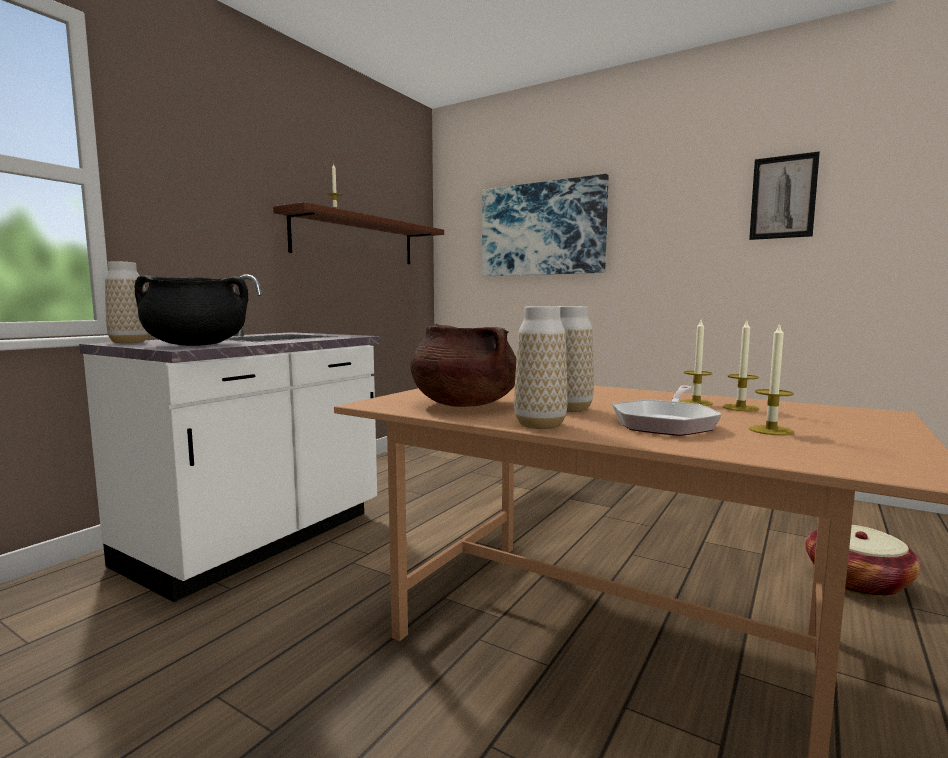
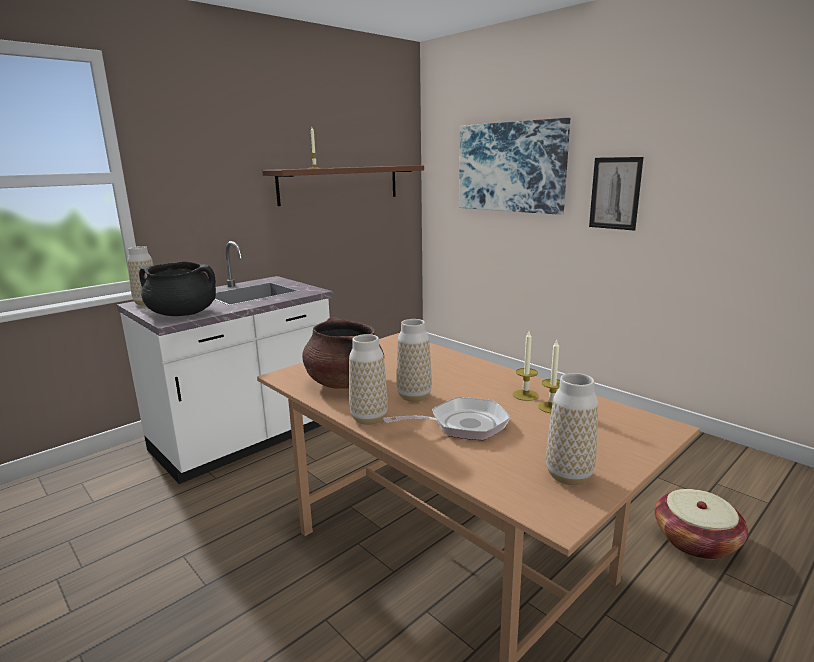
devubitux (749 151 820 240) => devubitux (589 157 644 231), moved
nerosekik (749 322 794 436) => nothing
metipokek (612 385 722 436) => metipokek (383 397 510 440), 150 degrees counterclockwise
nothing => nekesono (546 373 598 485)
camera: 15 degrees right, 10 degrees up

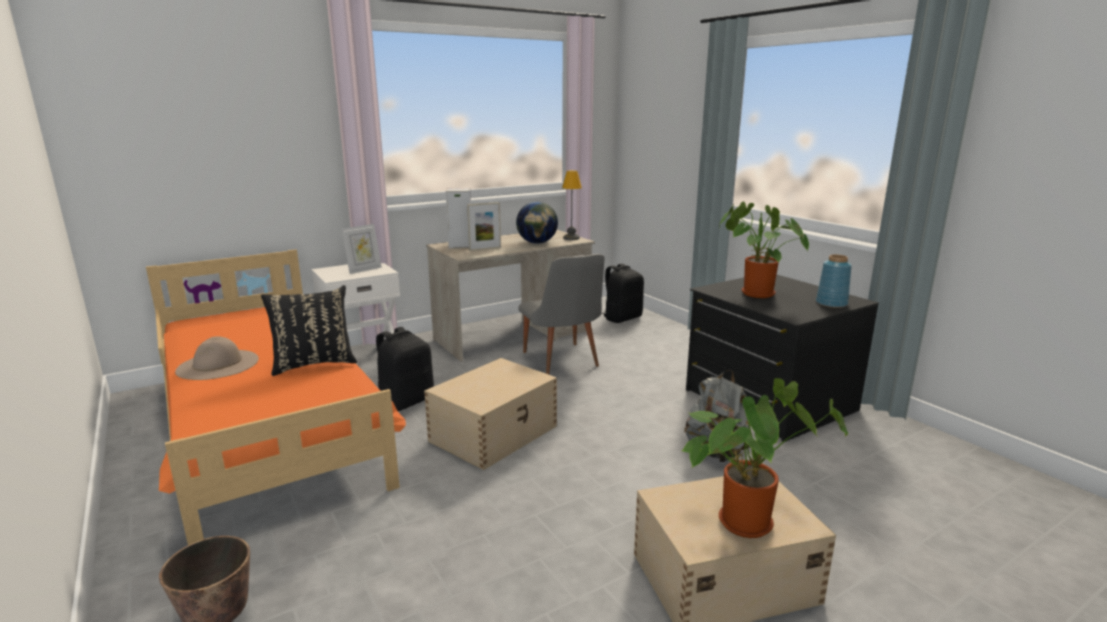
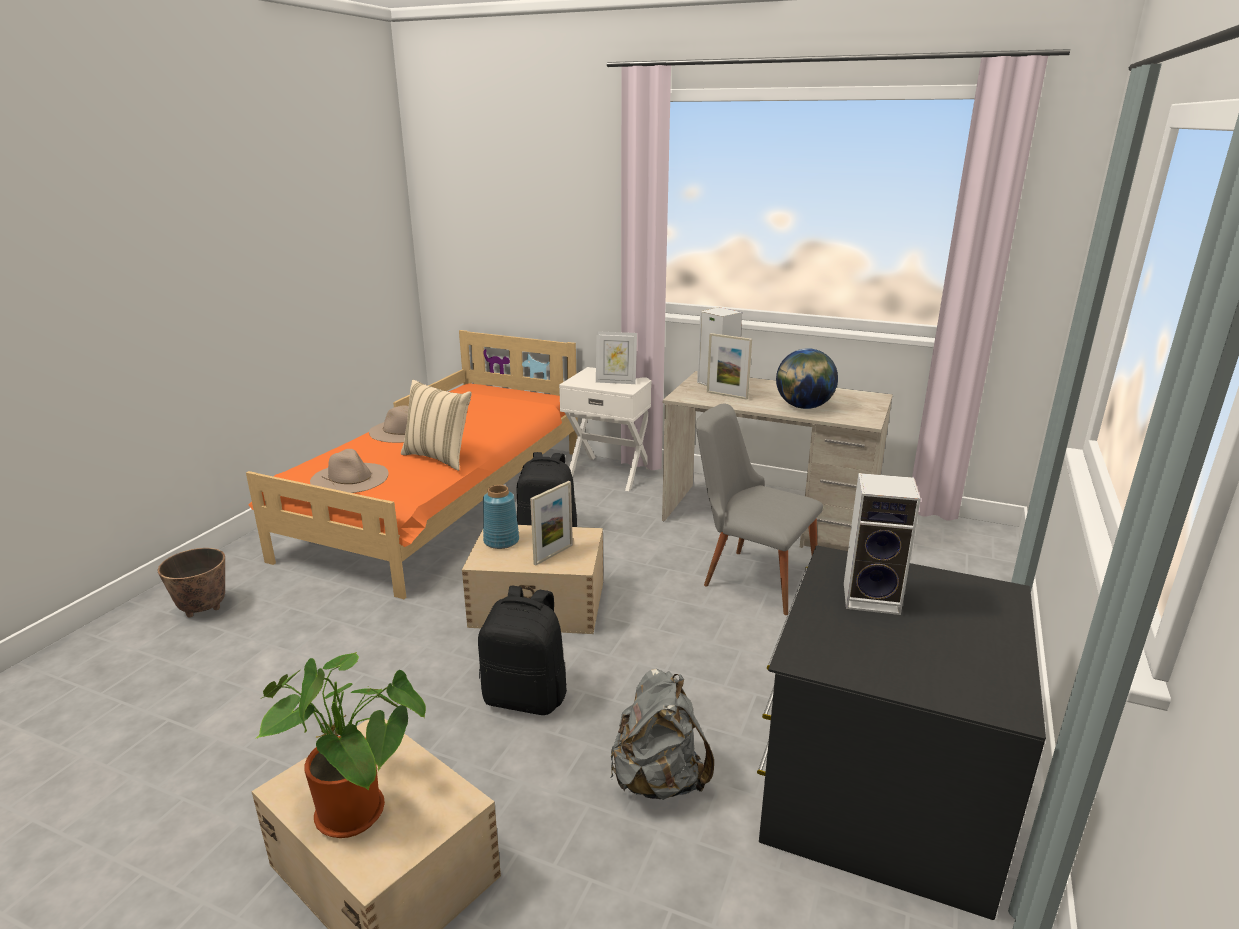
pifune (562 170 582 240) => nothing
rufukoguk (719 201 809 298) => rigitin (844 473 921 615)
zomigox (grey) (518 254 604 375) => zomigox (grey) (696 404 823 615), 90 degrees clockwise
nekesono (blue) (816 255 852 308) => nekesono (blue) (483 485 519 549), moved
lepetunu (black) (601 264 644 323) => lepetunu (black) (478 586 567 715), moved
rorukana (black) (261 285 357 376) => rorukana (beige) (401 380 472 471)
nothing => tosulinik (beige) (310 449 389 493)
nothing => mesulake (530 481 573 565)
camera: 55 degrees right, 5 degrees up

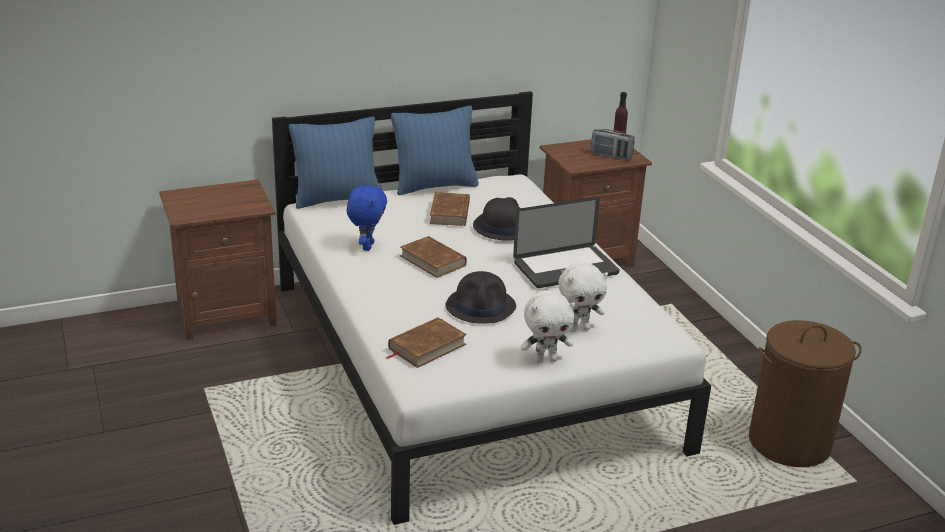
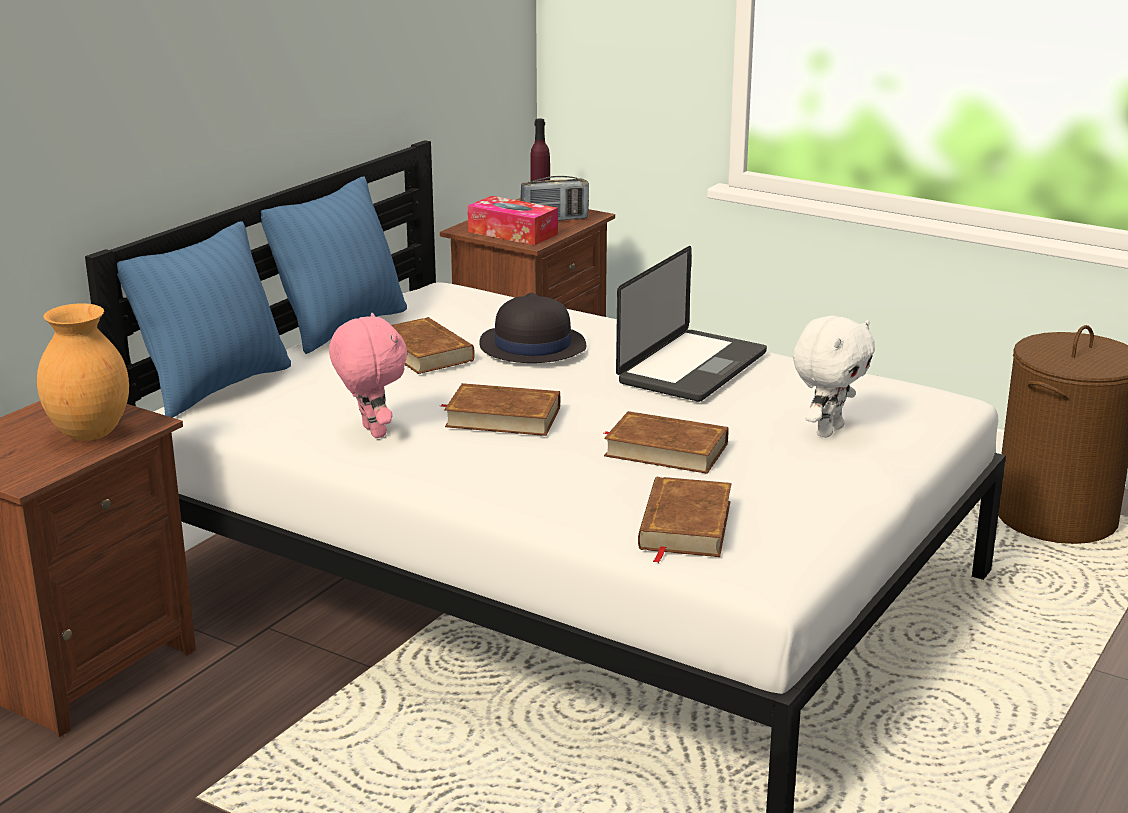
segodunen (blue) (347 185 387 251) => segodunen (pink) (329 313 407 438)
tosulinik (black) (445 271 516 324) => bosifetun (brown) (604 411 728 474)
segodunen (white) (520 290 575 363) => nothing
nothing => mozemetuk (467 196 558 245)
nothing => nekesono (brown) (37 303 129 441)
camera: 35 degrees left, 5 degrees down

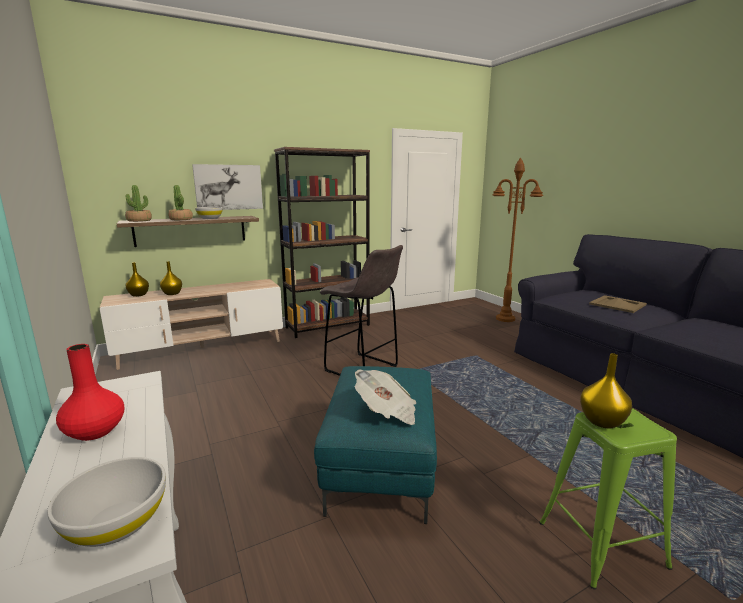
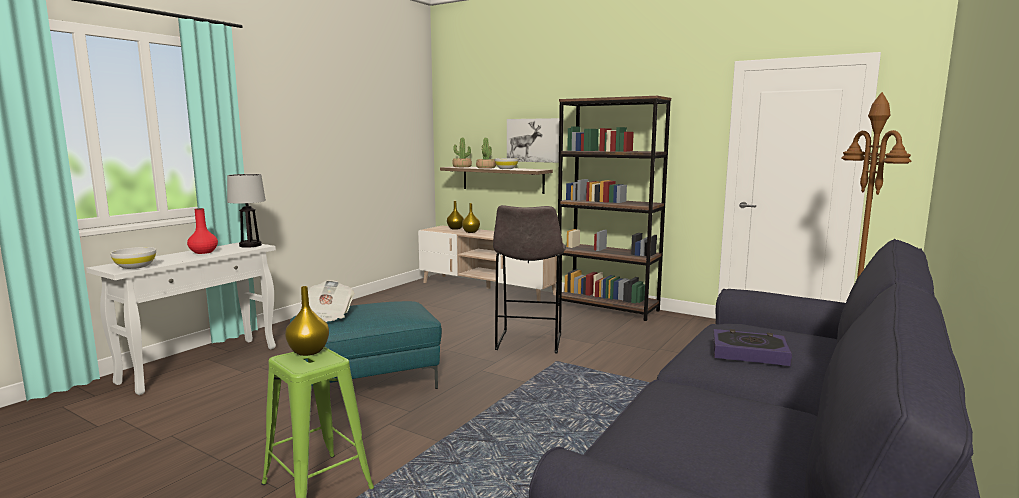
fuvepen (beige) (589 295 647 313) => bosifetun (713 329 792 366)
nothing => pifune (227 174 266 248)
camera: 60 degrees right, 5 degrees down

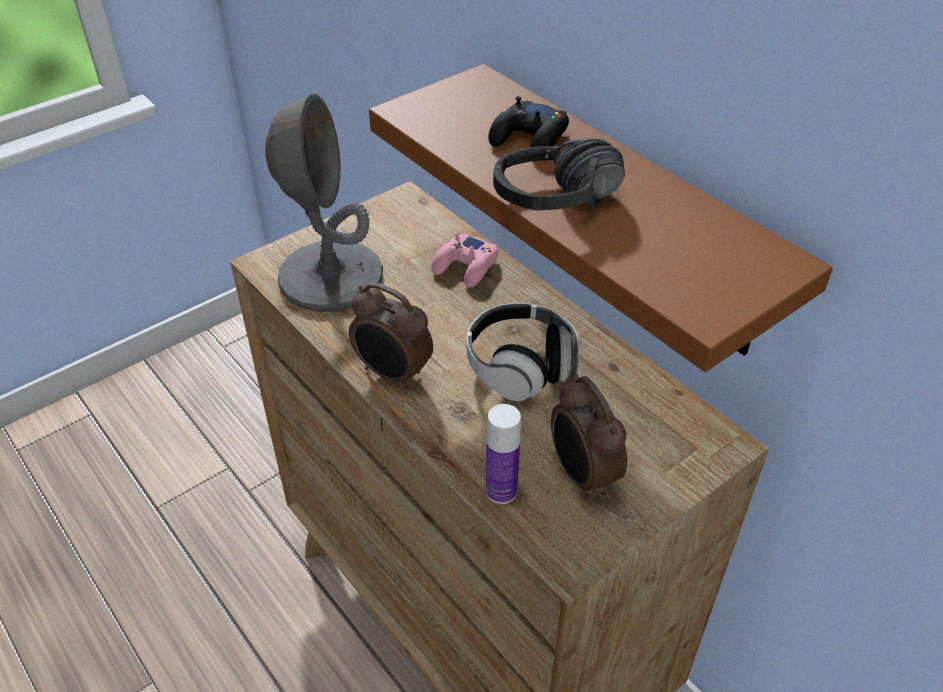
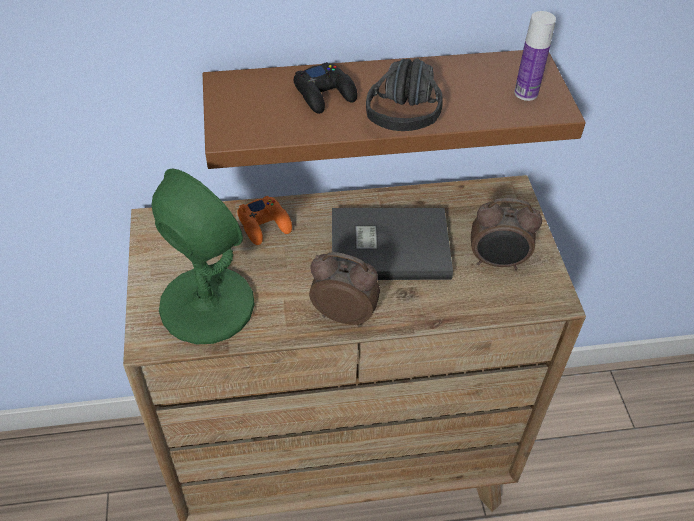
pifune (grey) (265 94 383 312) => pifune (green) (151 168 255 345)
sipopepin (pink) (431 232 499 288) => sipopepin (orange) (237 196 292 245)
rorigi (349 282 433 390) => rorigi (309 252 380 327), 135 degrees counterclockwise
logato (467 303 579 401) => bosifetun (grey) (332 208 453 280)
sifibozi (486 404 521 504) => sifibozi (514 11 556 101), moved
camera: 60 degrees left, 5 degrees up

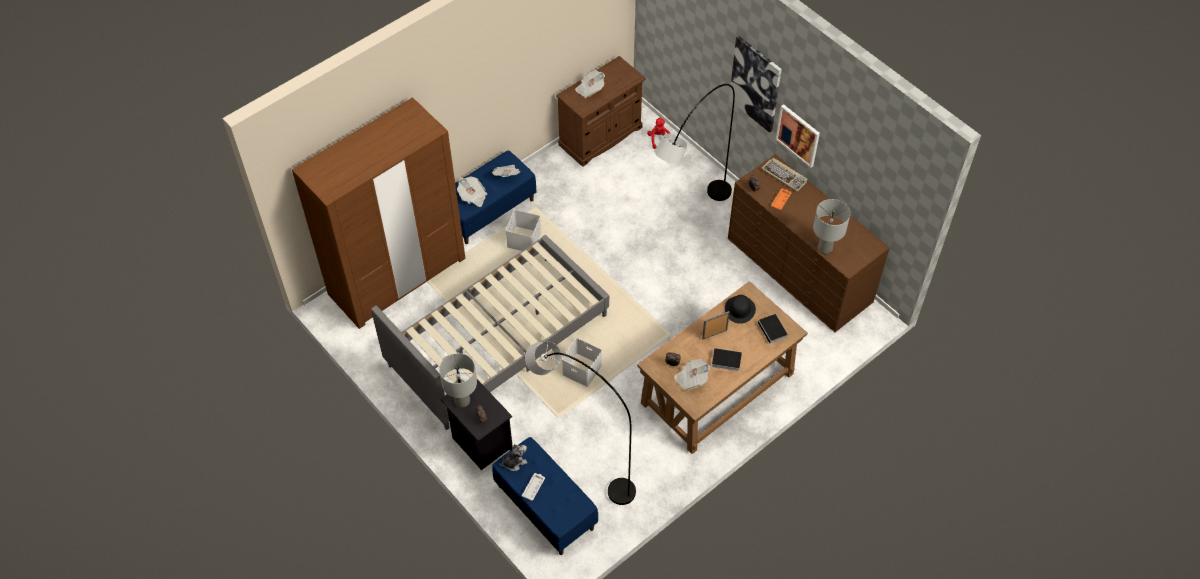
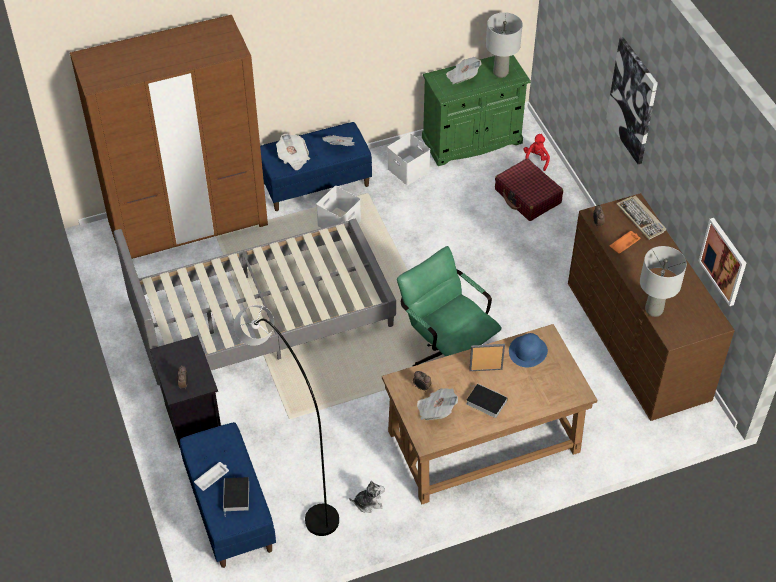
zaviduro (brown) (556 56 646 167) => zaviduro (green) (422 55 531 166)
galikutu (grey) (654 84 735 201) => nothing
devubitux (776 104 820 168) => devubitux (698 218 746 306), moved
tosulinik (black) (725 295 756 324) => tosulinik (blue) (509 333 548 367)
bosifetun (758 314 788 348) => bosifetun (223 477 249 514), moved
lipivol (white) (562 338 602 387) => lipivol (white) (387 133 430 186), moved
pifune (grey) (439 353 477 408) => pifune (grey) (486 12 523 78), moved
segodunen (499 444 528 471) => segodunen (349 481 385 513), moved
nothing => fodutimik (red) (495 158 563 221)
nothing => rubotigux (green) (397 246 502 367)
camera: 20 degrees right, 5 degrees down

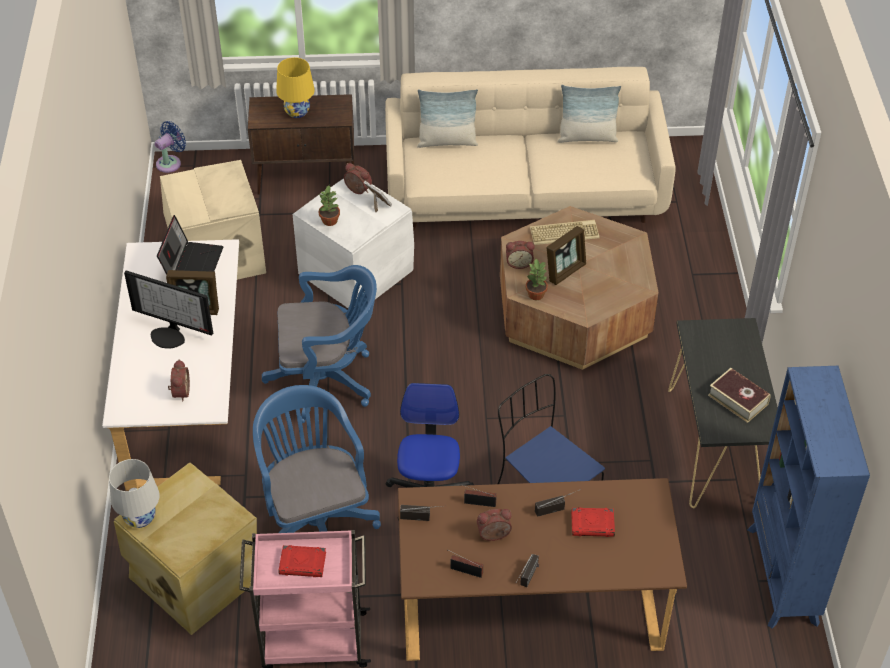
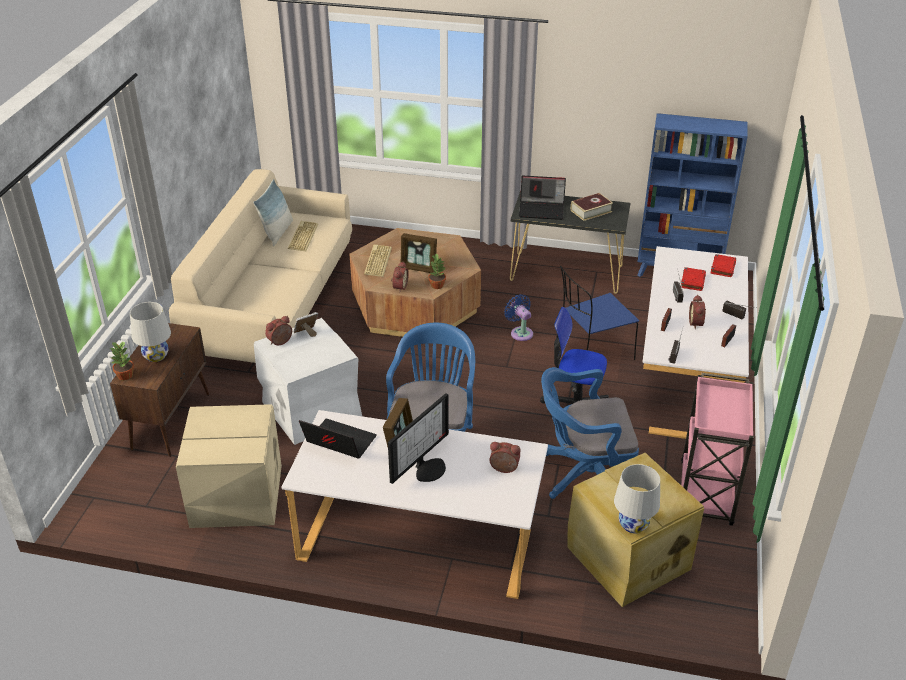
pifune (yellow) (276 57 315 118) => pifune (white) (130 302 171 362)
rorukana (417 89 478 148) => nothing
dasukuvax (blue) (154 121 186 173) => dasukuvax (blue) (504 294 533 341), moved
rufukoguk (319 186 340 226) => rufukoguk (110 342 134 380), moved
mesulake (547 226 586 285) => mesulake (401 233 437 273), 135 degrees clockwise
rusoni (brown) (398 478 687 661) => rusoni (white) (642 246 749 439)
bosifetun (red) (279 545 326 577) => bosifetun (red) (710 254 736 277), moved
nothing => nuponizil (519 176 566 220)
nothing => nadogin (288 221 318 251)
camera: 75 degrees left, 10 degrees down

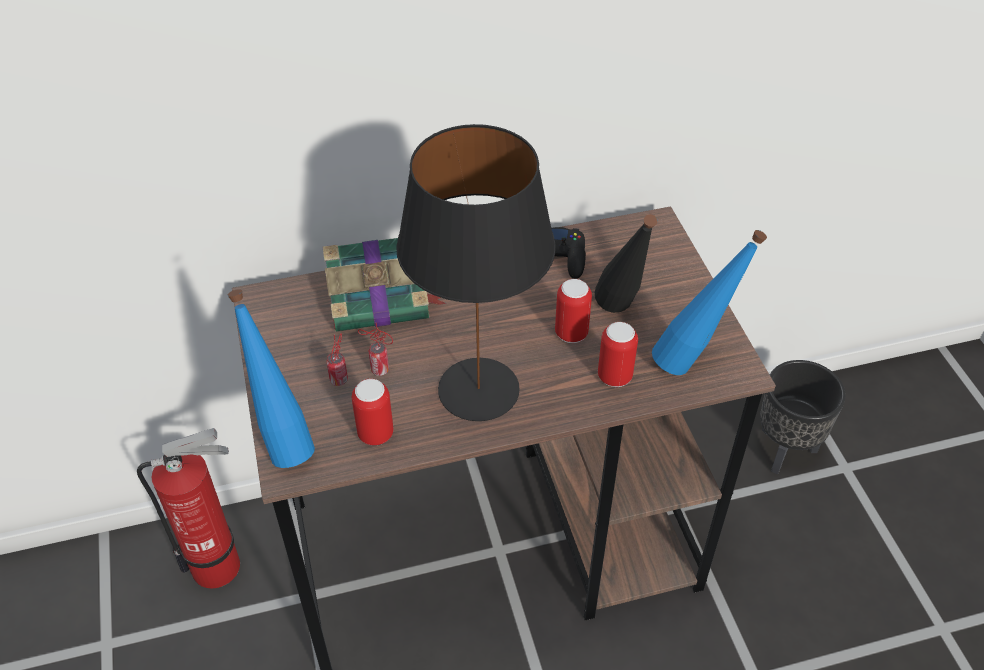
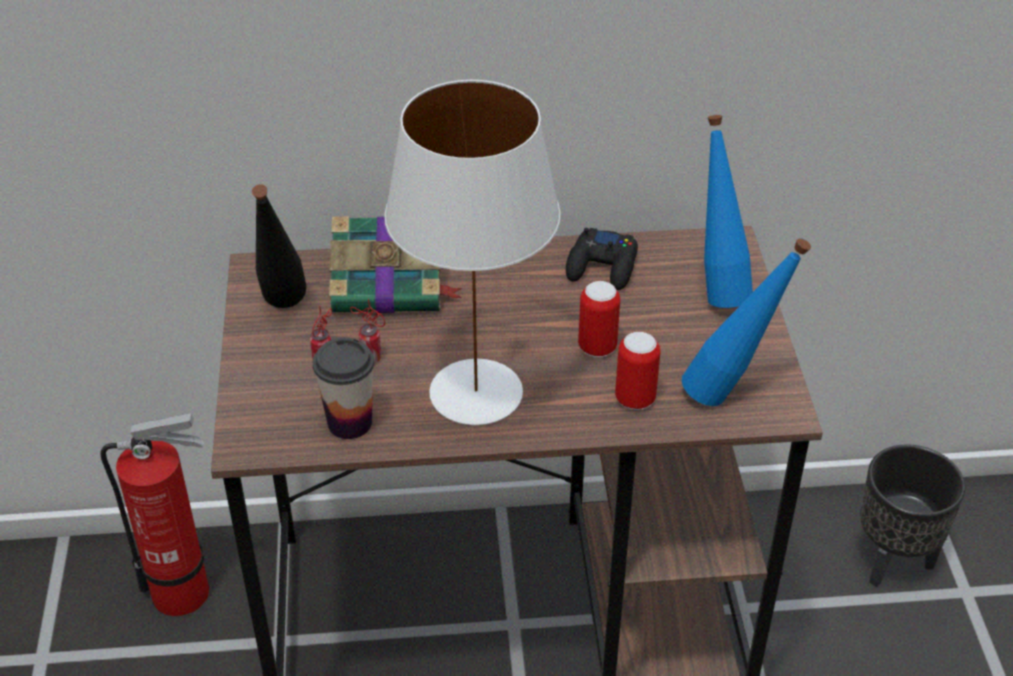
pifune (black) (396 124 556 421) => pifune (white) (384 80 561 425)
sifibozi (black) (595 214 658 313) => sifibozi (black) (252 184 307 308), moved
sifibozi (blue) (228 289 315 468) => sifibozi (blue) (704 115 753 308), moved
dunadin (352 379 393 445) => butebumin (313 338 374 439)
camera: 10 degrees right, 5 degrees down

